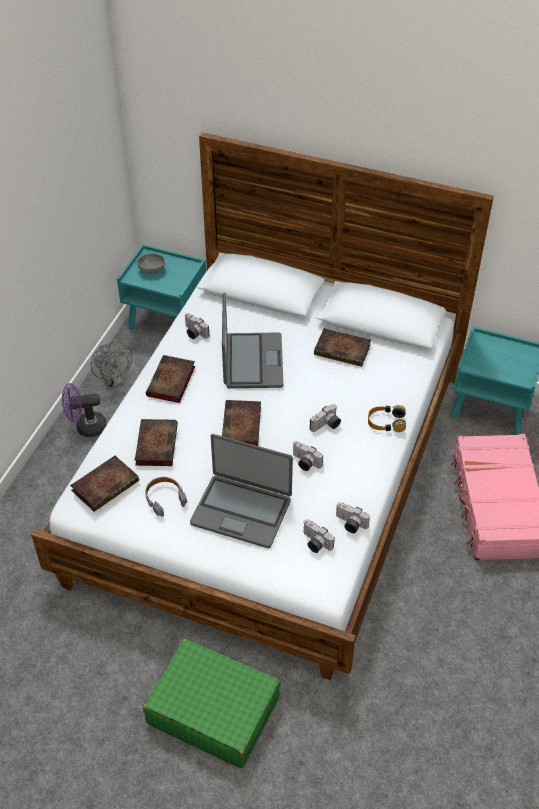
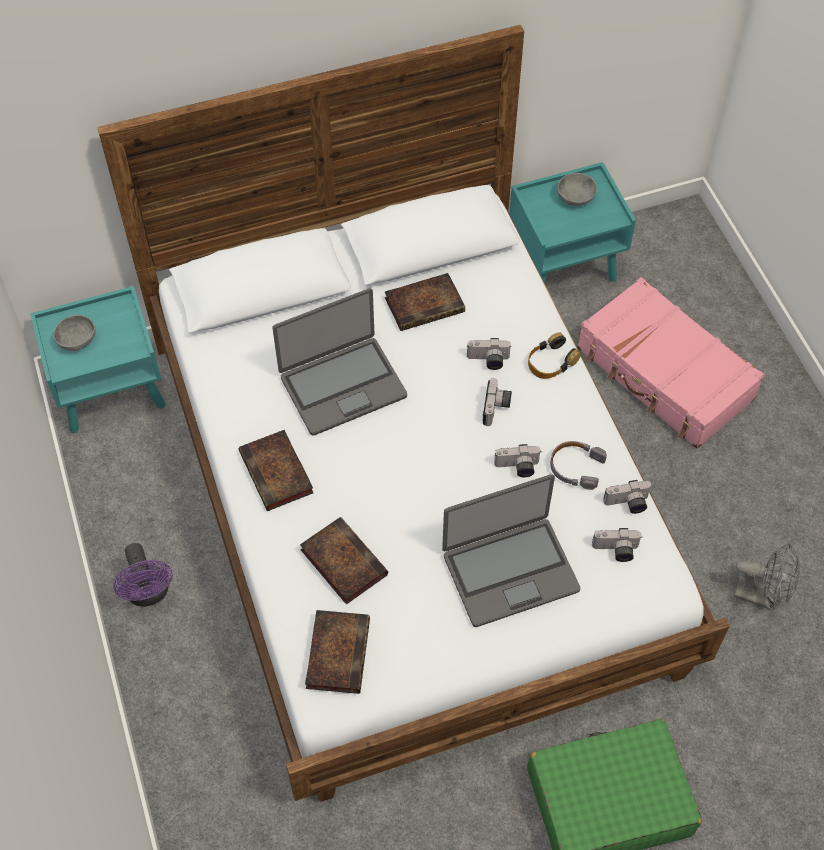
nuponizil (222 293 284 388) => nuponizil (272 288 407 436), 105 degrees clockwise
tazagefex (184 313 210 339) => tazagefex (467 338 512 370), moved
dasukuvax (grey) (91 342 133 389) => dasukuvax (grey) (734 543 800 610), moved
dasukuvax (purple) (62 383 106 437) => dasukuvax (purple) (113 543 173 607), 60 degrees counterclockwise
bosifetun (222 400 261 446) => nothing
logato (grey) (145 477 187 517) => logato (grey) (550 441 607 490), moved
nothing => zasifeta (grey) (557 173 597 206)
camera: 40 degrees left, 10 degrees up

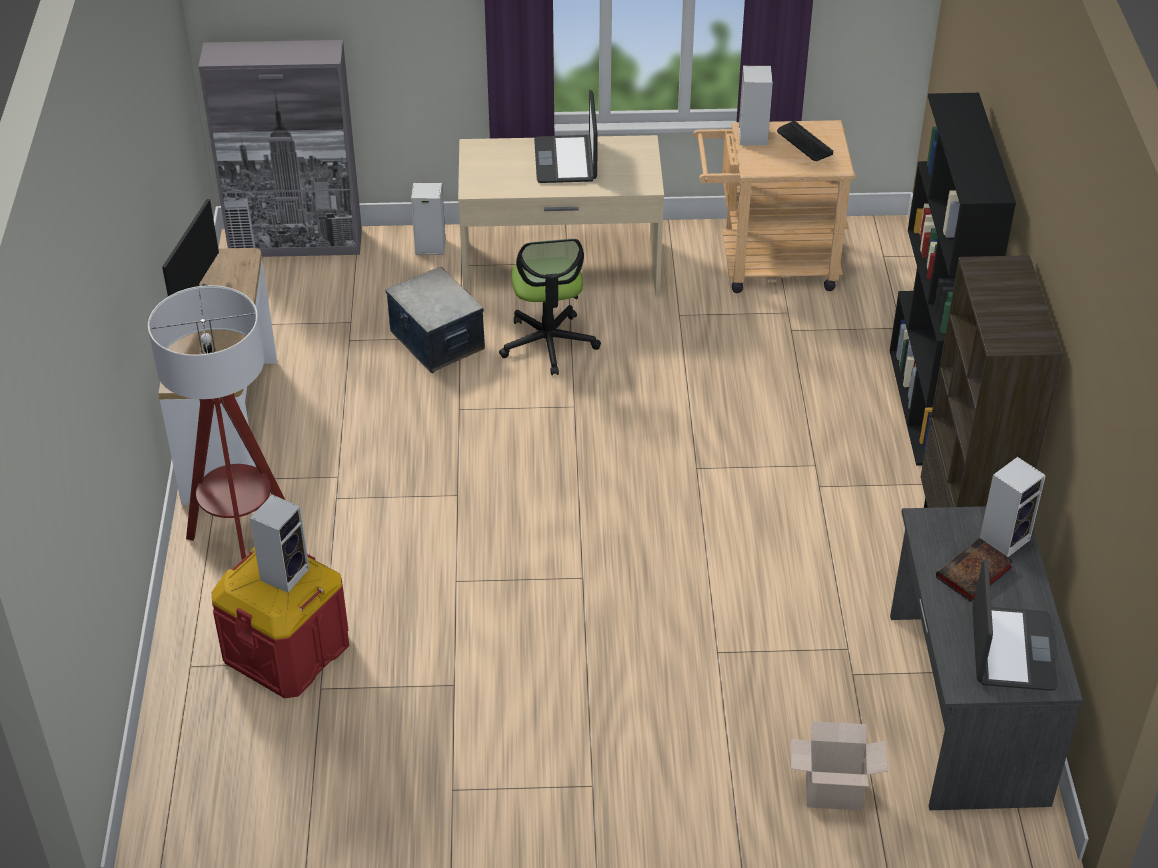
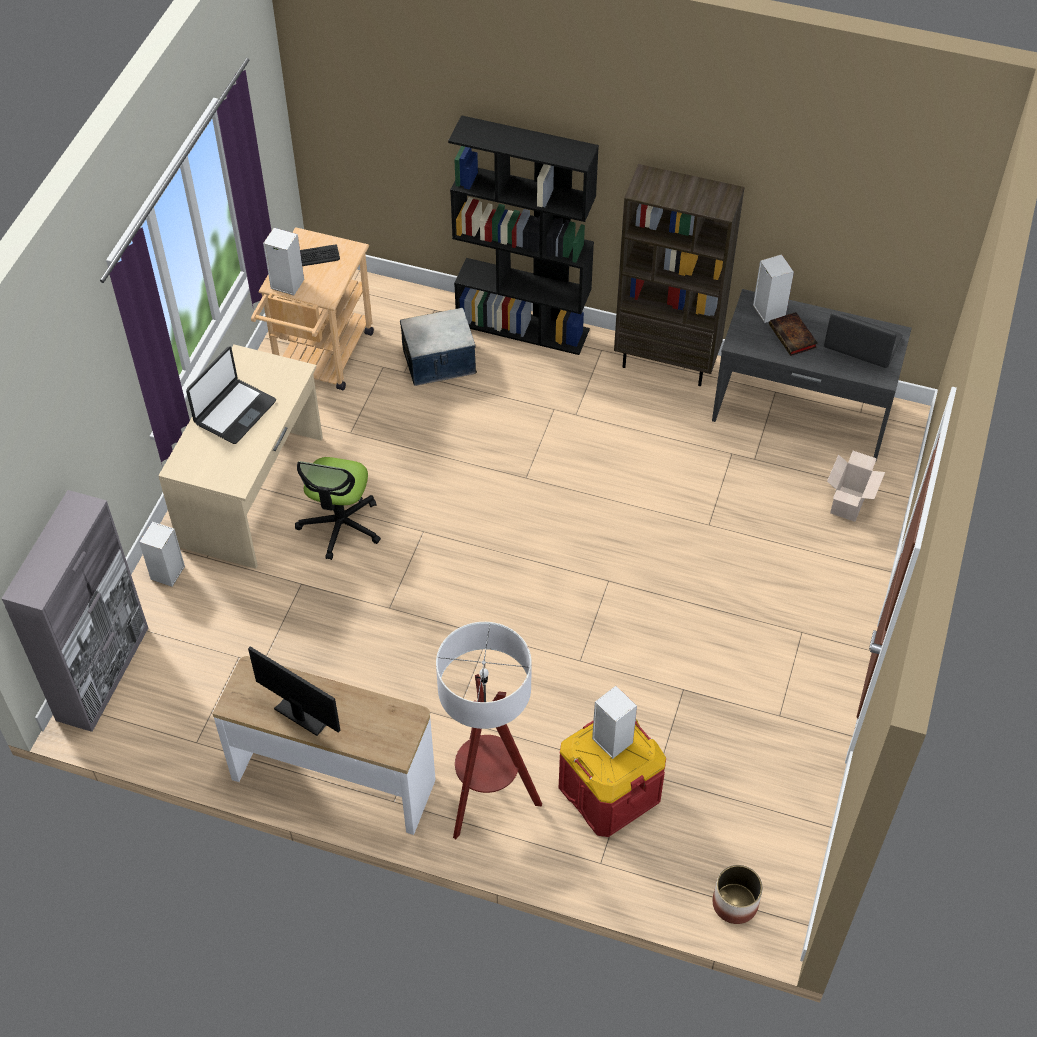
nuponizil (534 90 598 183) => nuponizil (186 346 276 444), 75 degrees counterclockwise
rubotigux (499 239 601 375) => rubotigux (295 457 381 560), 90 degrees clockwise
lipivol (385 267 485 373) => lipivol (400 308 477 386), moved
nothing => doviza (713 865 763 924)
camera: 70 degrees left, 10 degrees up

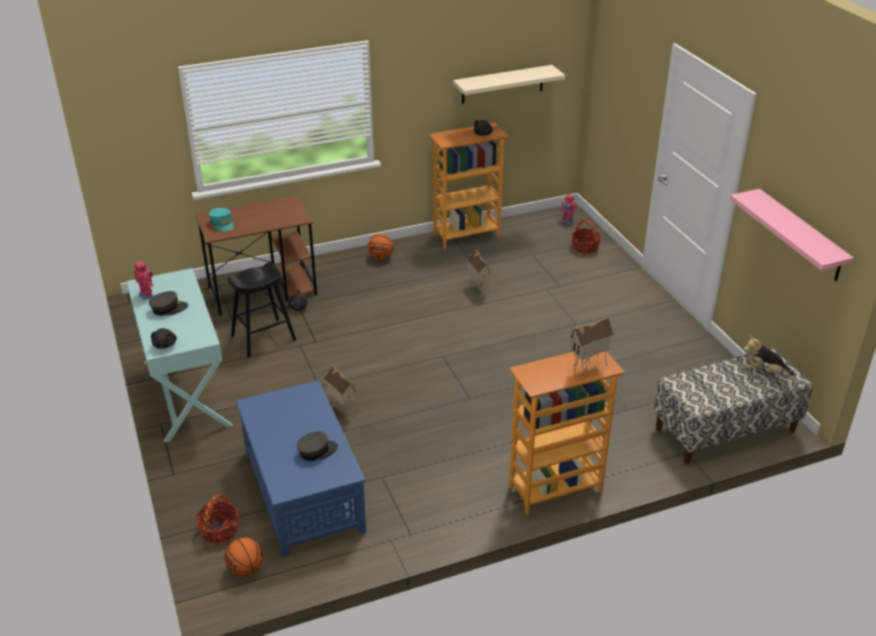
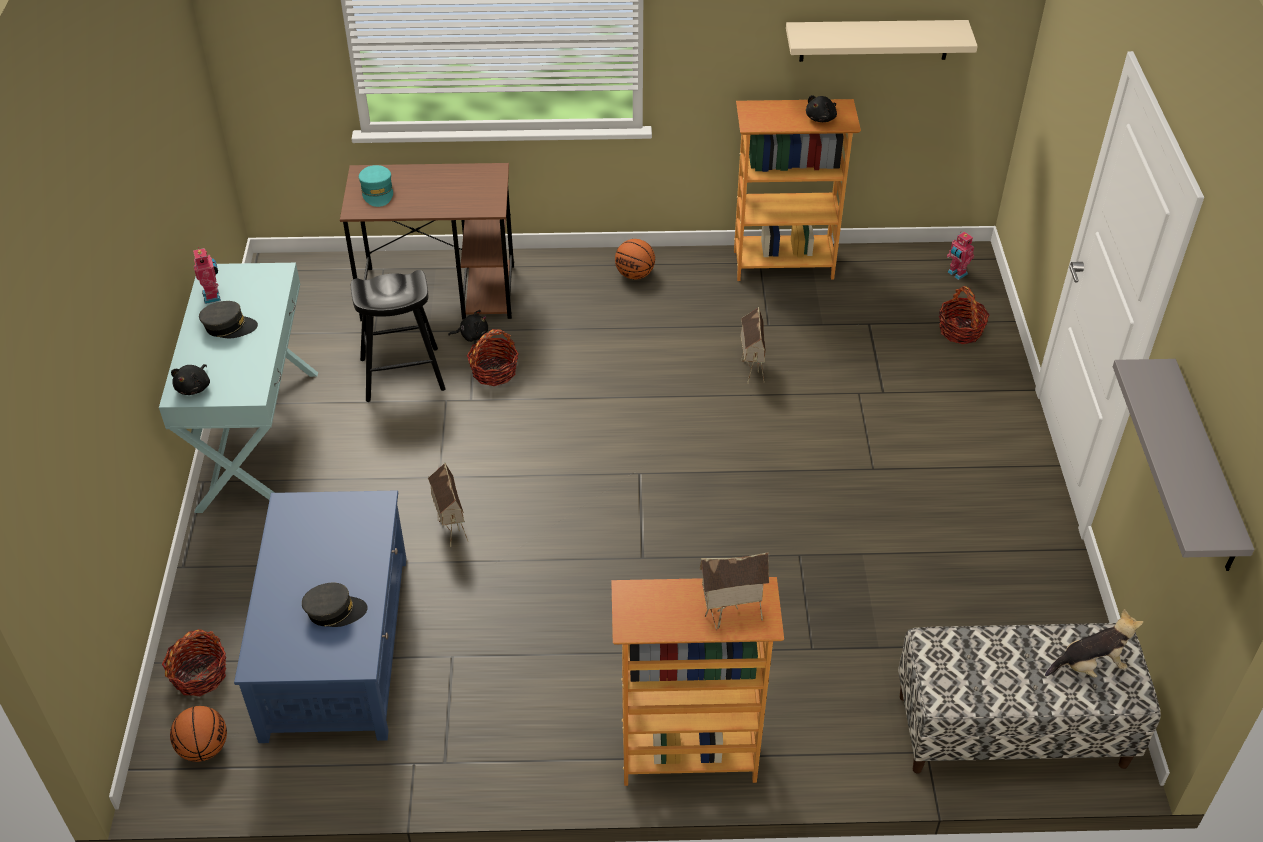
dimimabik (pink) (730 189 854 281) => dimimabik (grey) (1113 359 1255 571)
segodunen (743 335 795 375) => segodunen (1045 609 1143 678), 135 degrees clockwise
nothing => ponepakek (467 329 518 386)
camera: 20 degrees right, 10 degrees up

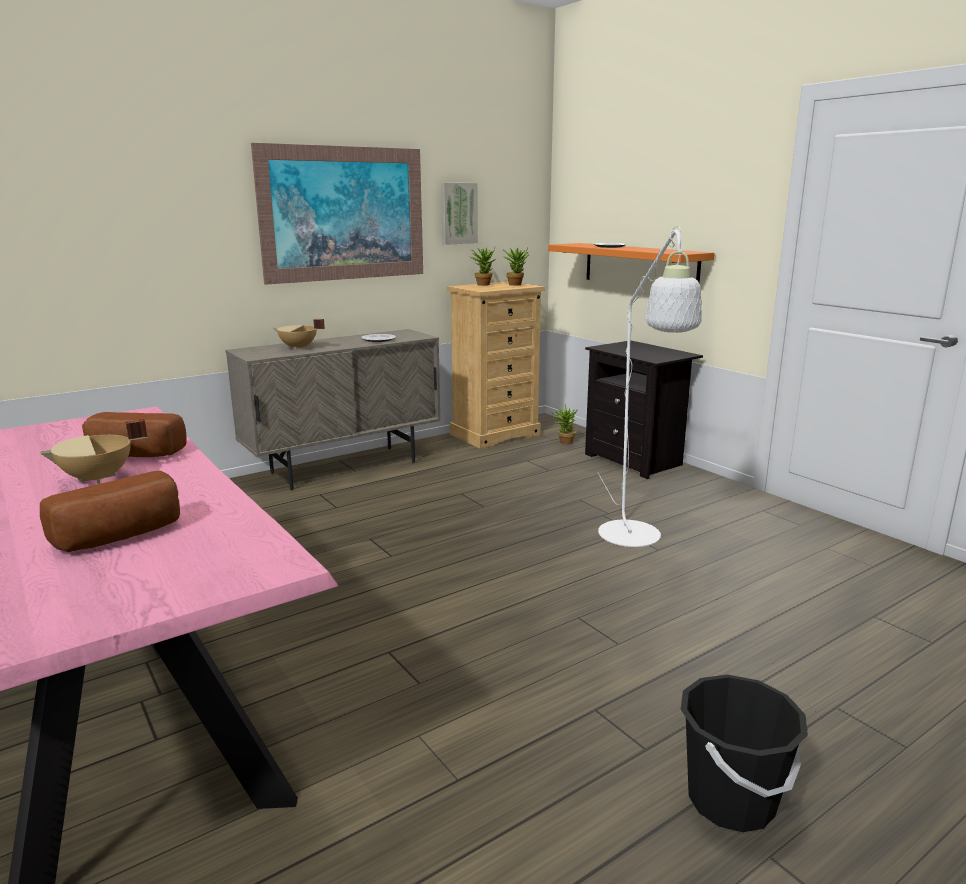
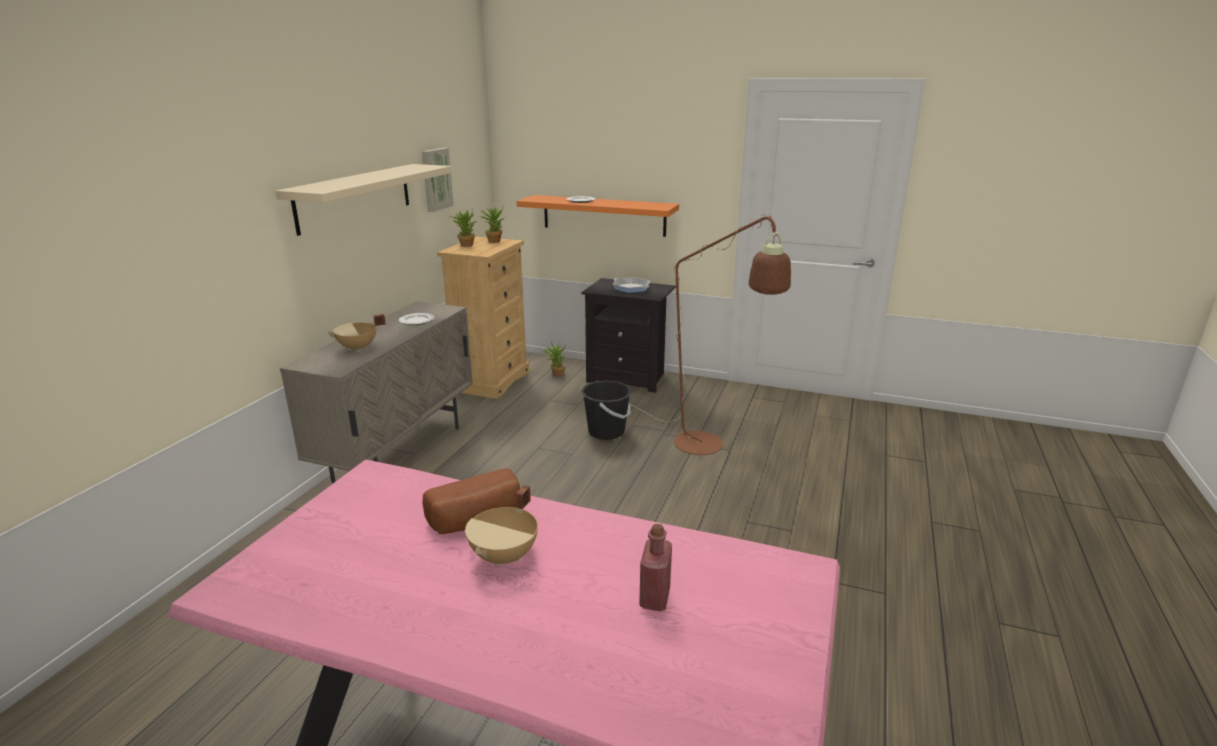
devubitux (251 143 423 285) => dimimabik (beige) (275 164 452 236)
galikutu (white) (598 226 702 547) => galikutu (brown) (630 213 791 455)
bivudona (40 471 180 552) => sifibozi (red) (639 524 672 611)
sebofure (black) (681 674 808 832) => sebofure (black) (581 381 632 440), moved
nothing => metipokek (613 277 650 293)
camera: 35 degrees left, 5 degrees up

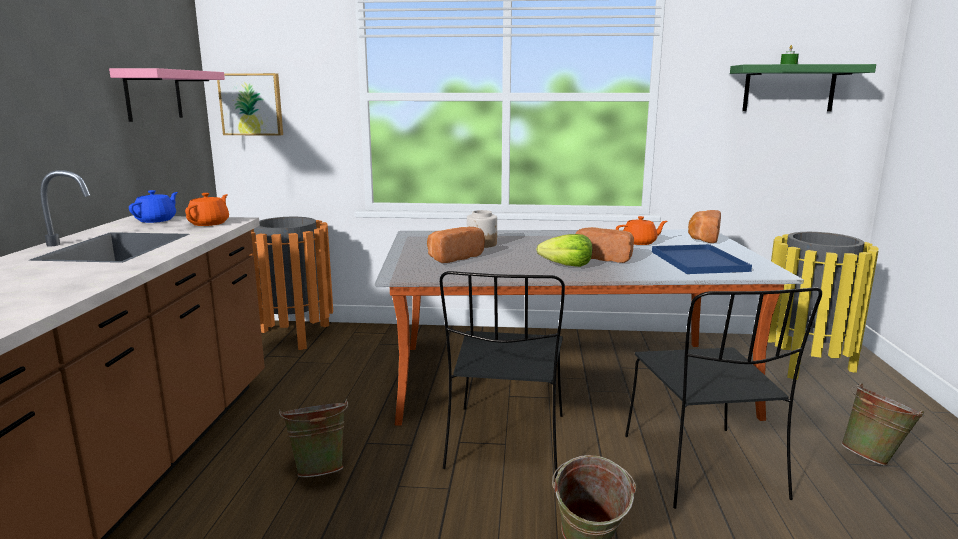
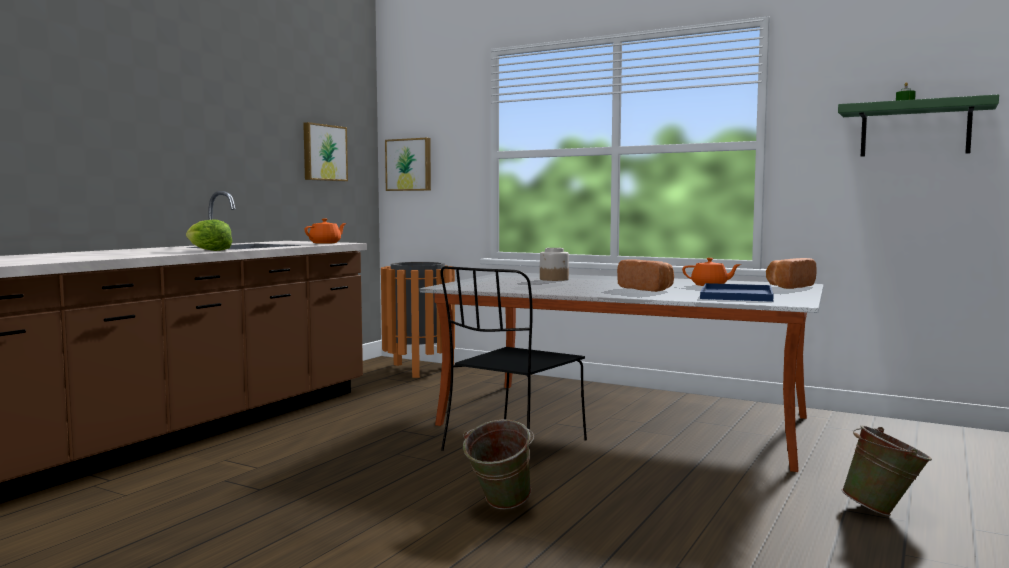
dimimabik (pink) (109 68 225 122) => devubitux (303 122 348 181)
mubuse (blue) (129 190 178 223) => nothing
bivudona (427 227 485 263) => nothing
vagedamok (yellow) (768 232 879 379) => nothing
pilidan (536 234 592 267) => pilidan (186 219 233 251), moved
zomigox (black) (625 287 822 509) => nothing
sebofure (green) (279 399 348 477) => nothing
camera: 25 degrees right, 10 degrees down

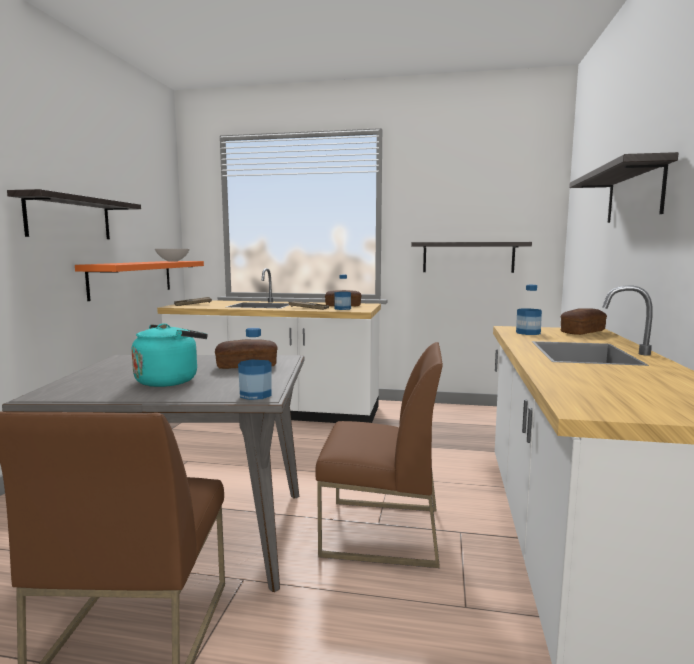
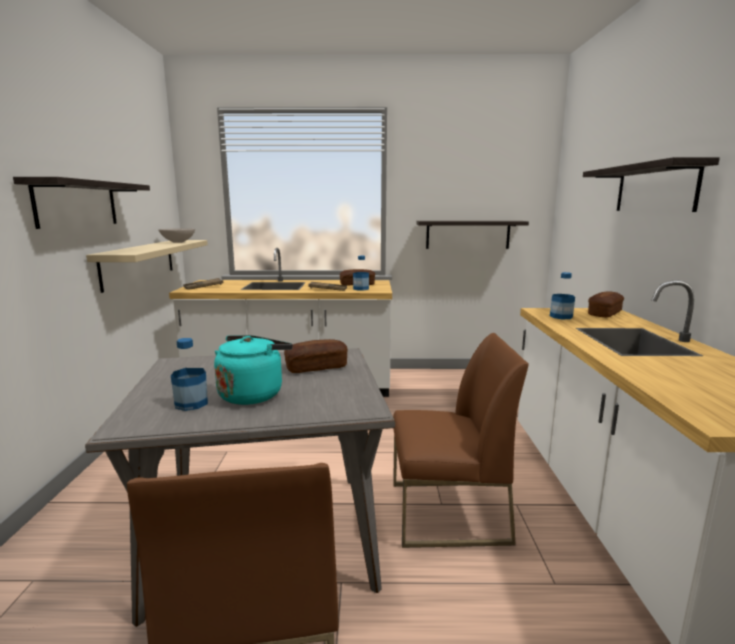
dimimabik (orange) (75 261 204 301) => dimimabik (beige) (86 240 208 293)
sifibozi (238 328 271 400) => sifibozi (171 338 208 411), moved
camera: 10 degrees left, 5 degrees up

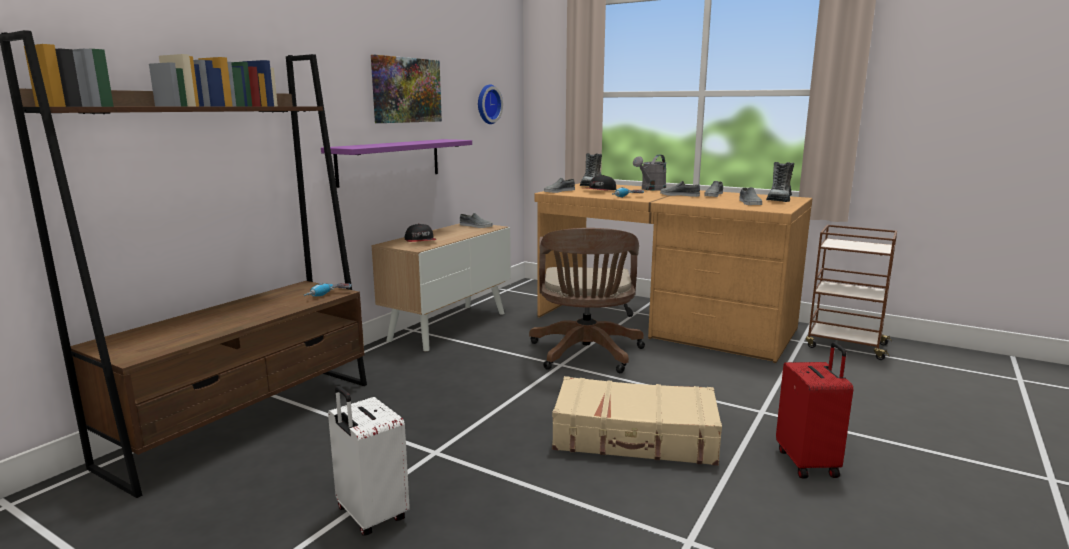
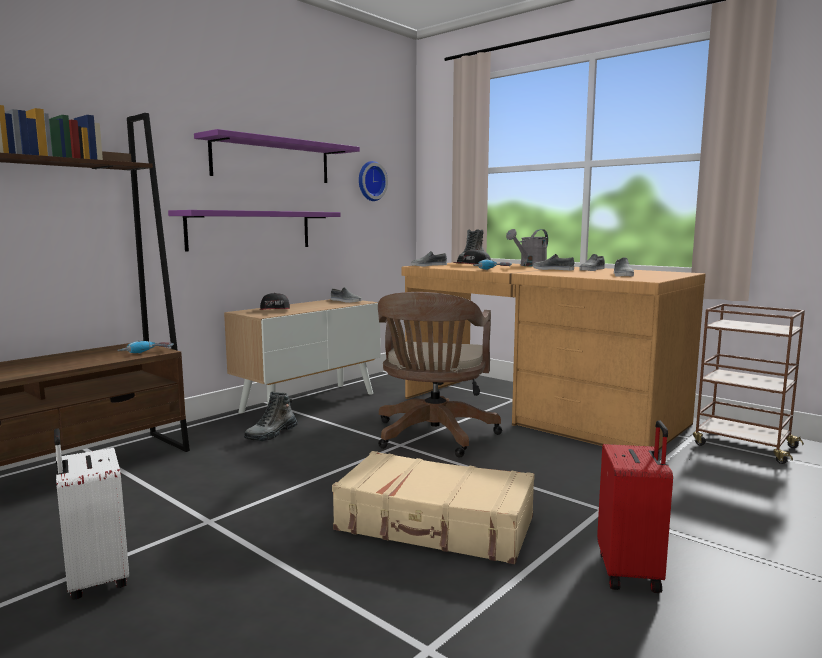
devubitux (371 55 442 123) => dimimabik (purple) (194 129 360 183)
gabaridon (766 162 794 202) => gabaridon (244 392 298 441), moved
camera: 10 degrees right, 5 degrees down

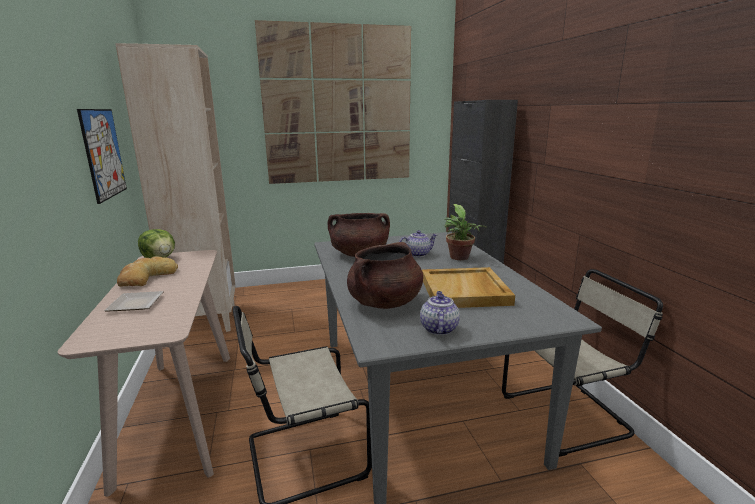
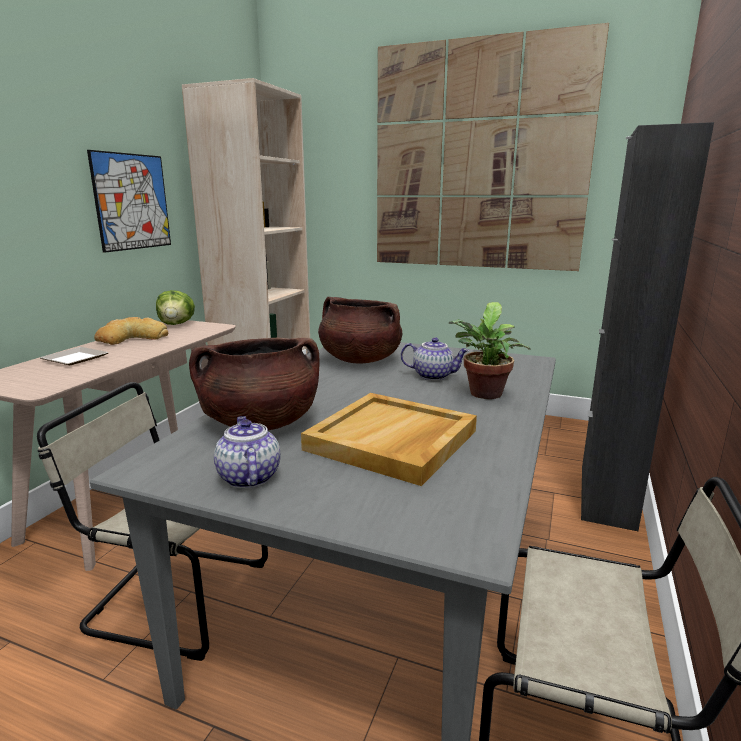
mubuse (420 291 460 335) => mubuse (214 416 280 488), 60 degrees counterclockwise
camera: 35 degrees right, 0 degrees up

